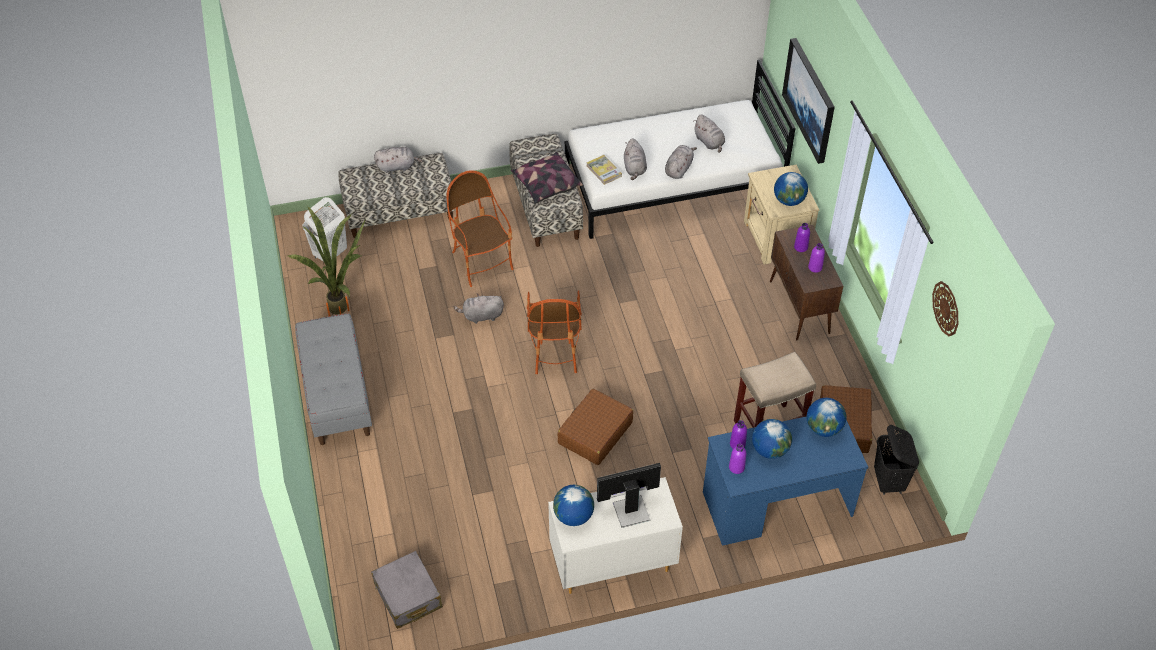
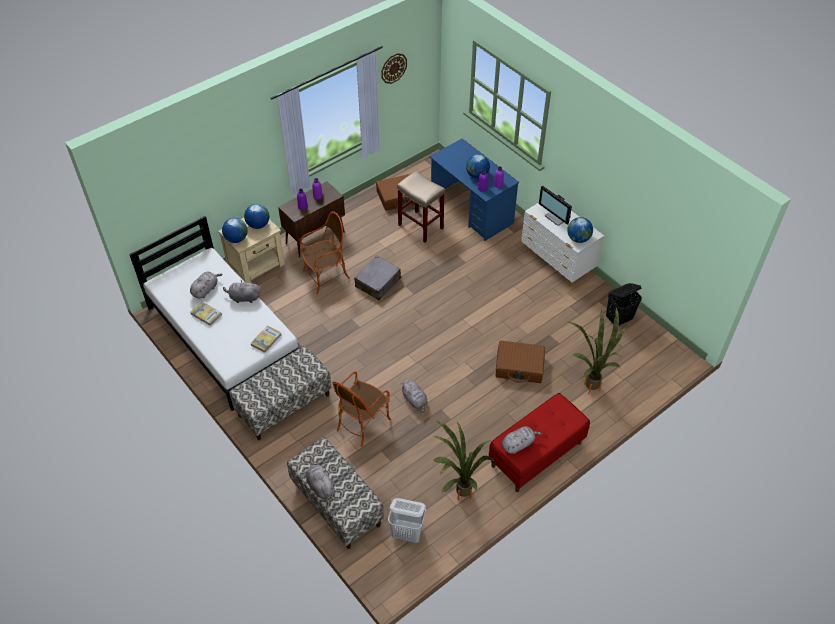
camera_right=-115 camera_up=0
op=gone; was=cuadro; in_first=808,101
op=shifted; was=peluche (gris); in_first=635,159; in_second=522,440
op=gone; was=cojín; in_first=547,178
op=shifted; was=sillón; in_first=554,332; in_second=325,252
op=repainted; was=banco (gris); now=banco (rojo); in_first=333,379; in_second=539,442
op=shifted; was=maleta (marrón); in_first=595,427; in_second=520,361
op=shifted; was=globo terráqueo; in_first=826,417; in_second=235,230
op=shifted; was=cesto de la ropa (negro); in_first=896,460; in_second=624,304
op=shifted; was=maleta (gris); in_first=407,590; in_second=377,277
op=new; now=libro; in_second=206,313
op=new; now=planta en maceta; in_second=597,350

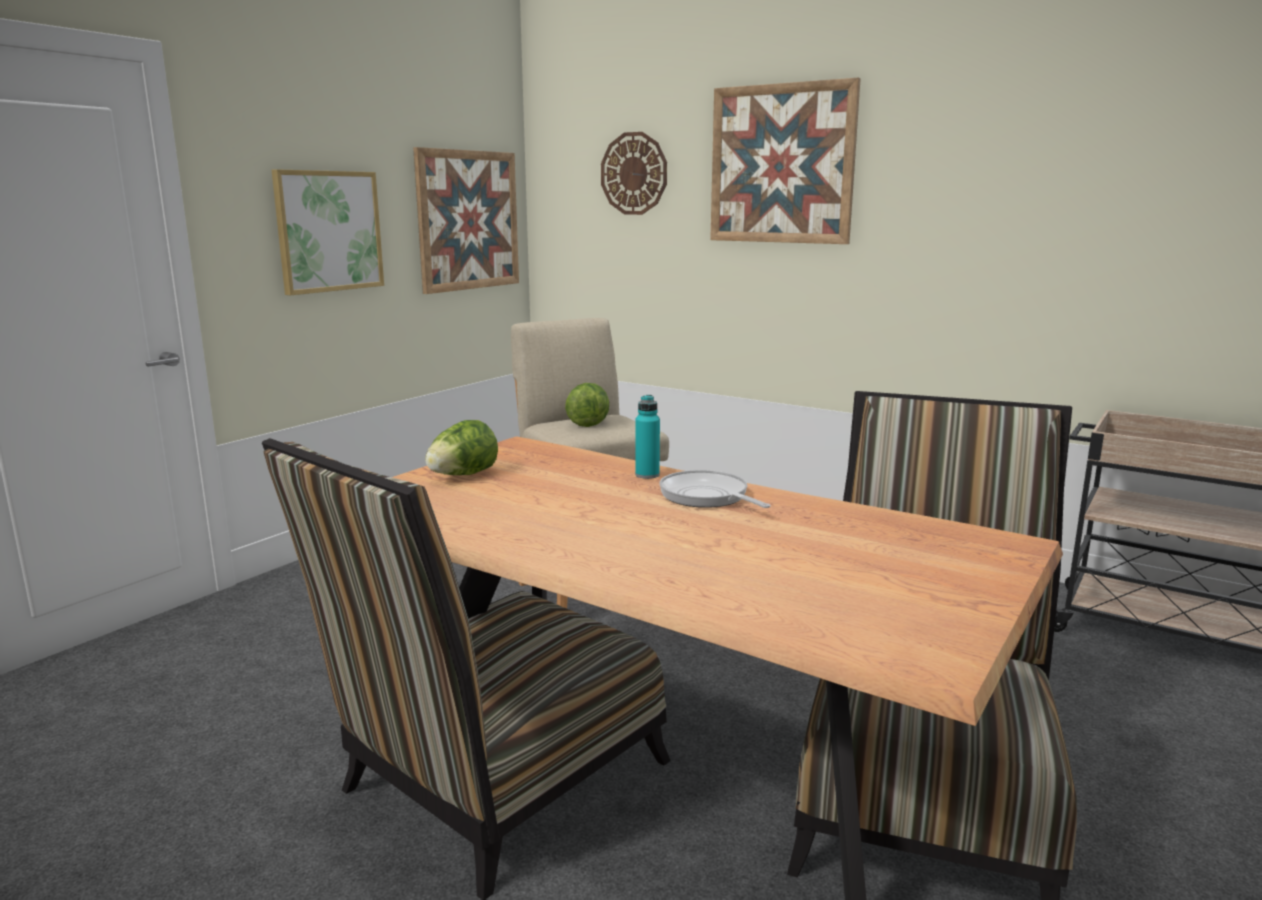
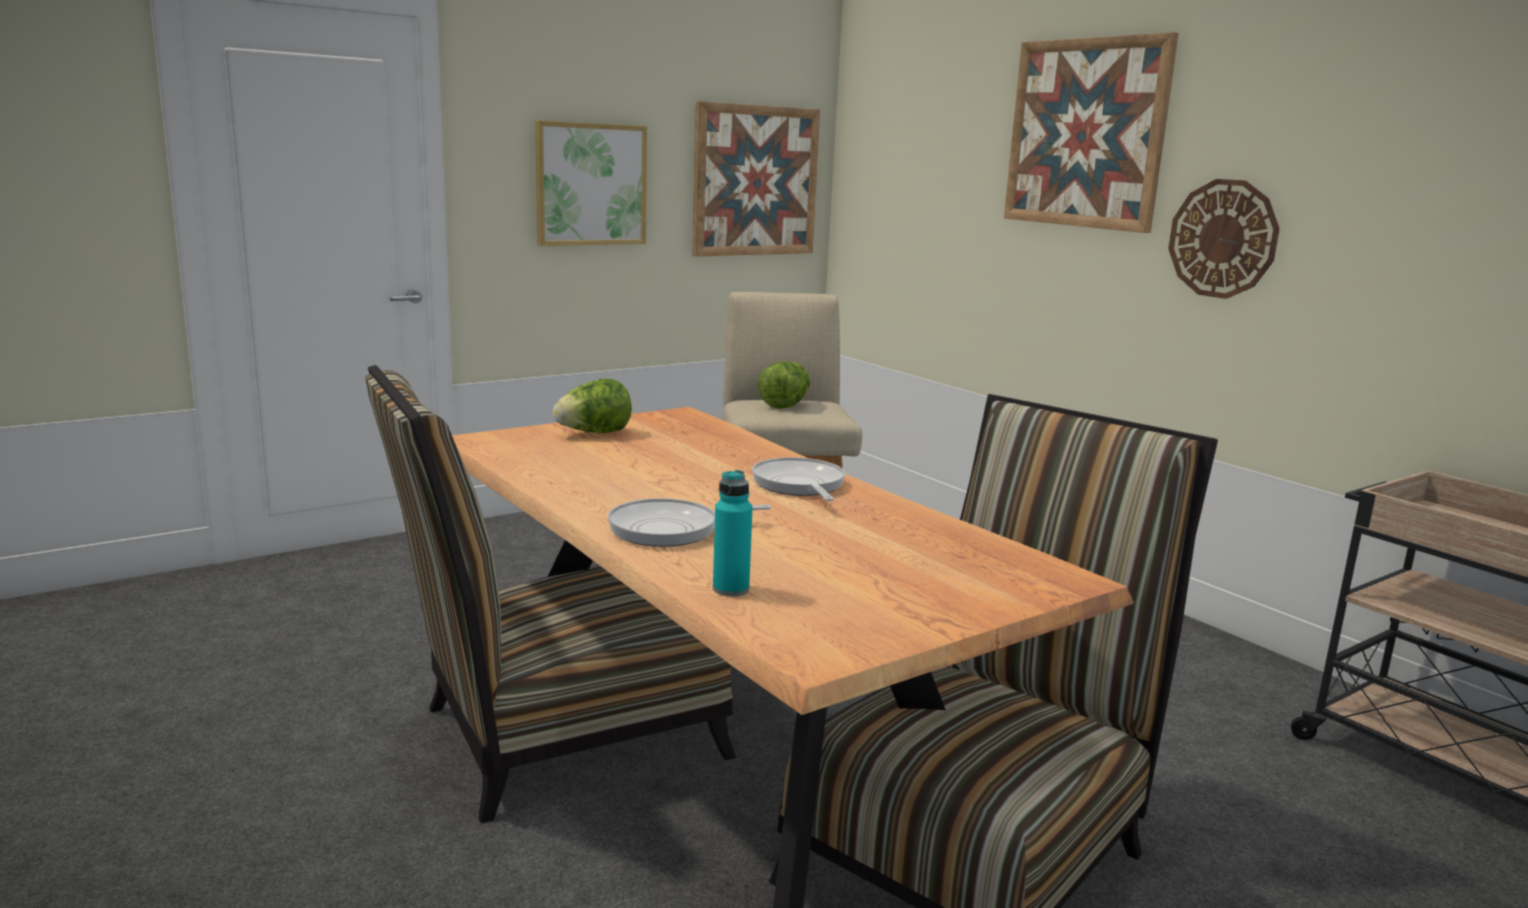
camera_right=20 camera_up=0
op=shifted; was=reloj de pared; in_first=634,173; in_second=1224,239
op=shifted; was=botella (turquesa); in_first=647,437; in_second=733,533
op=new; now=sartén; in_second=689,522

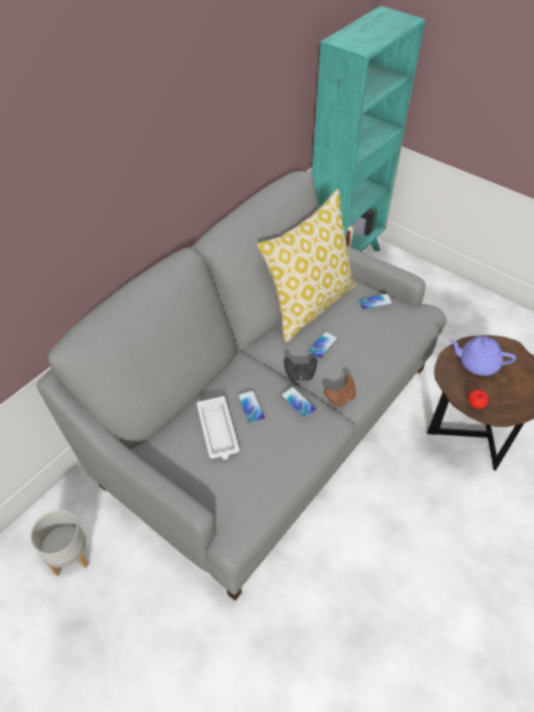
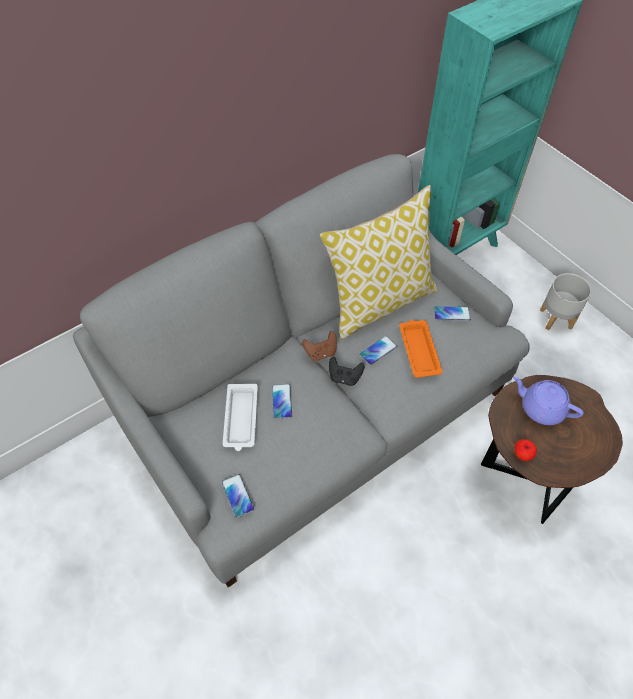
camera_right=15 camera_up=5
op=shifted; was=mando de consola (marrón); in_first=340,391; in_second=319,346
op=shifted; was=móvil; in_first=298,402; in_second=238,496
op=shifted; was=maceta (gris); in_first=59,543; in_second=565,301
op=new; now=bandeja (naranja); in_second=421,349

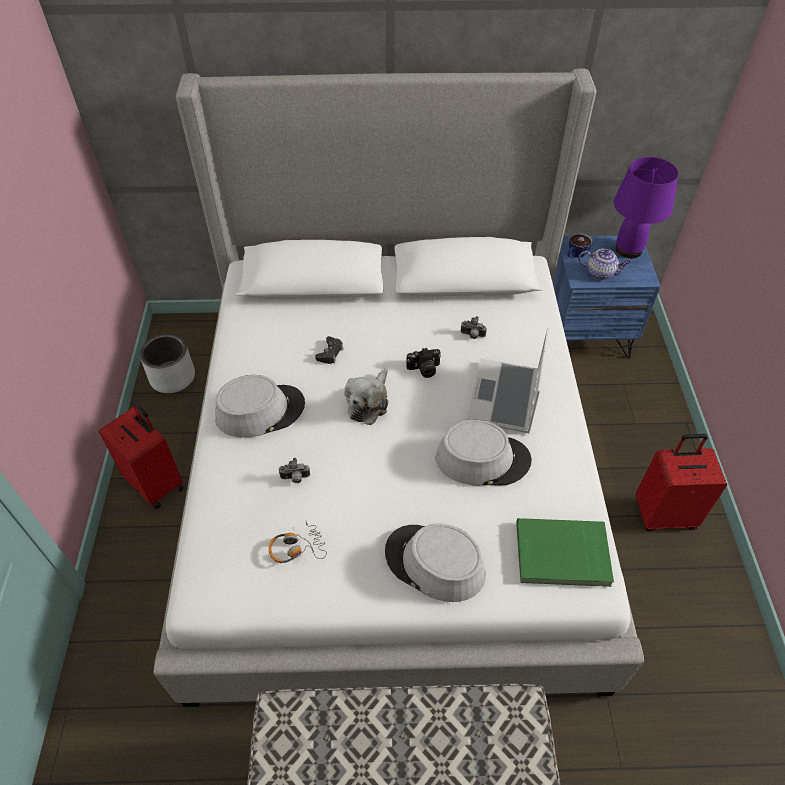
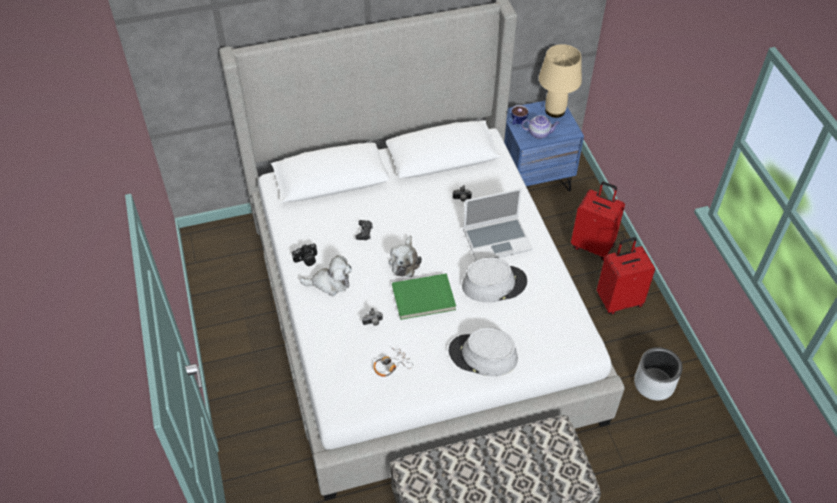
camera_right=-15 camera_up=0
op=repainted; was=lámpara de mesa (morado); now=lámpara de mesa (beis); in_first=646,207; in_second=560,81
op=rotated; was=portátil; in_first=508,380; in_second=498,224; clockwise=-105
op=shifted; was=maceta (gris); in_first=167,363; in_second=658,373
op=shifted; was=cámara; in_first=423,363; in_second=304,254
op=swapped; was=sombrero (gris); now=peluche; in_first=260,406; in_second=326,275
op=shifted; was=maleta (rojo); in_first=141,455; in_second=598,221
op=shifted; was=libro (verde); in_first=565,552; in_second=424,297

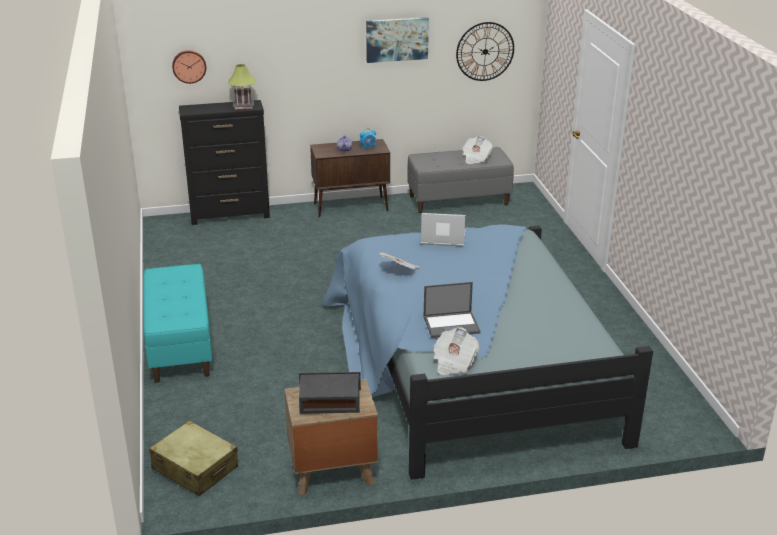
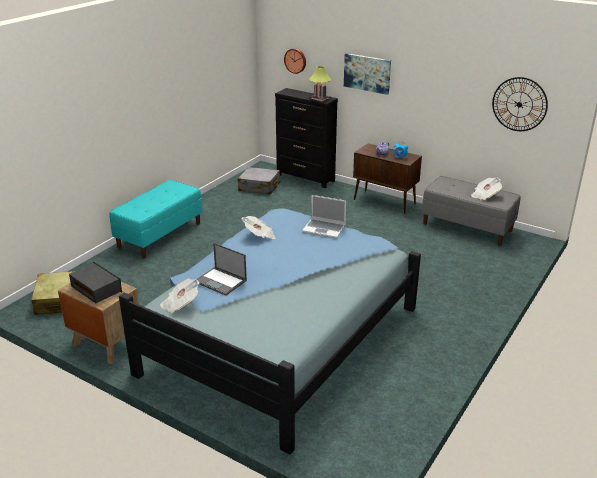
camera_right=45 camera_up=0
op=shifted; was=cuadro; in_first=397,40; in_second=367,74
op=rotated; was=portátil; in_first=443,229; in_second=324,216; clockwise=150
op=new; now=maleta (gris); in_second=259,180

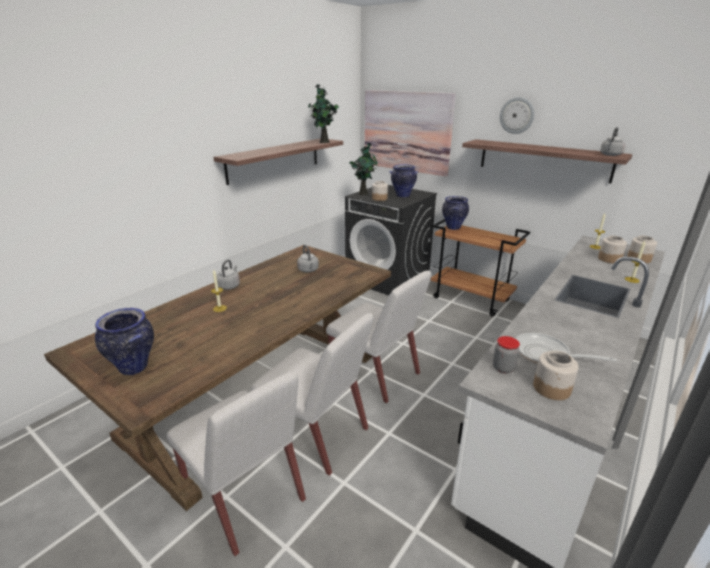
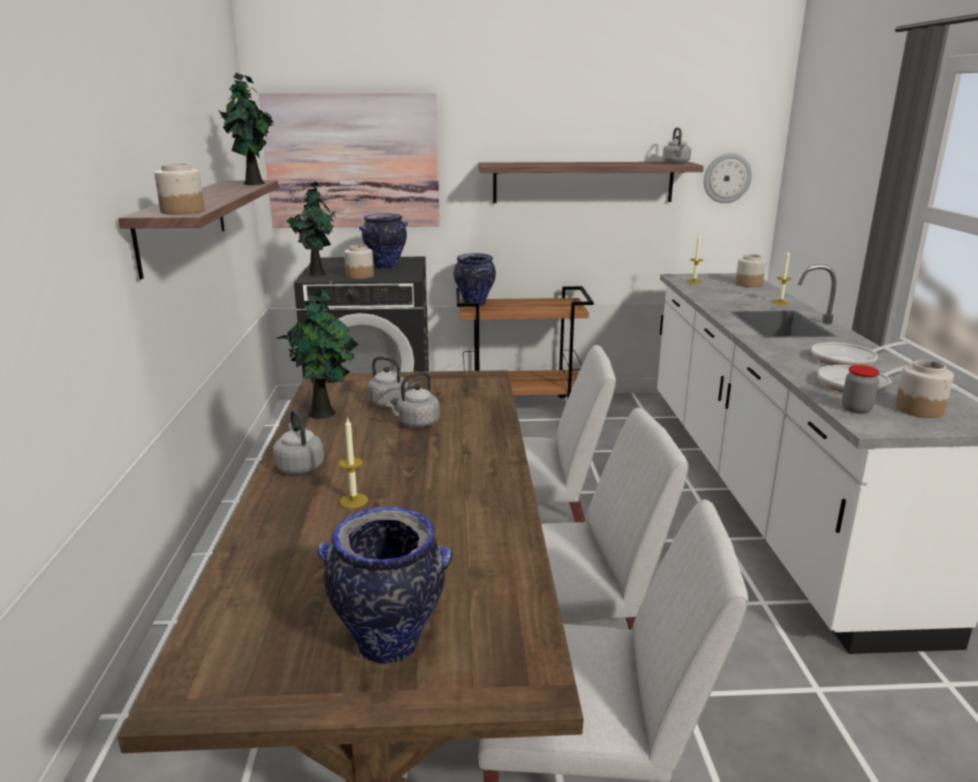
camera_right=-40 camera_up=-5
op=shifted; was=reloj de pared; in_first=517,115; in_second=728,178
op=shifted; was=tarro; in_first=612,249; in_second=179,189
op=new; now=planta en maceta; in_second=317,354
op=new; now=sartén; in_second=861,353
op=new; now=hervidor (gris); in_second=412,400

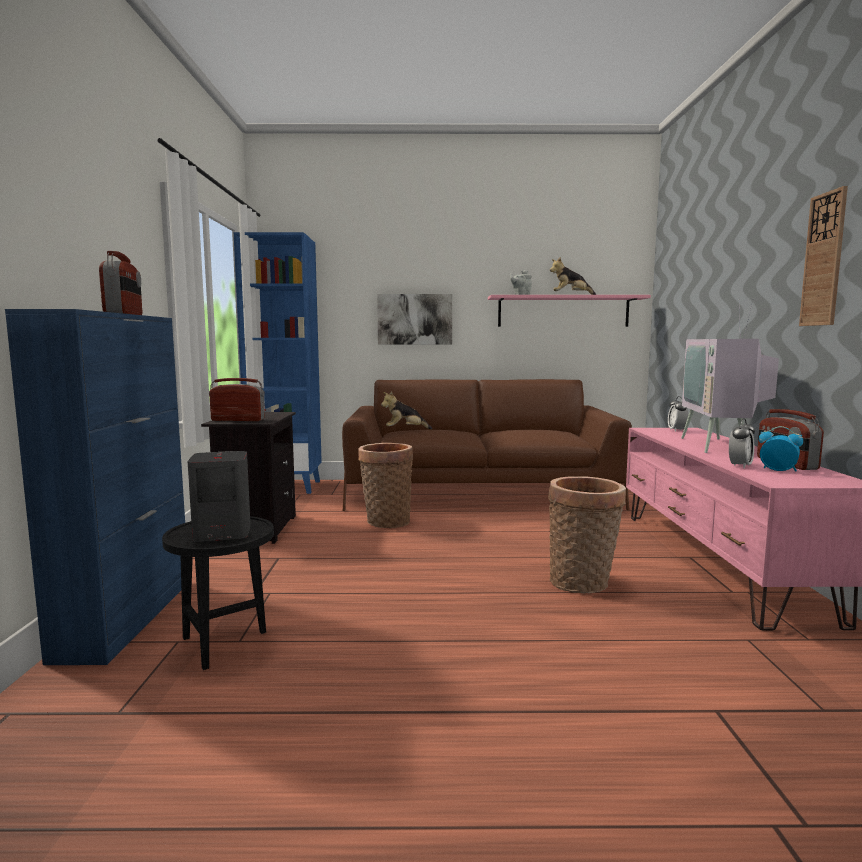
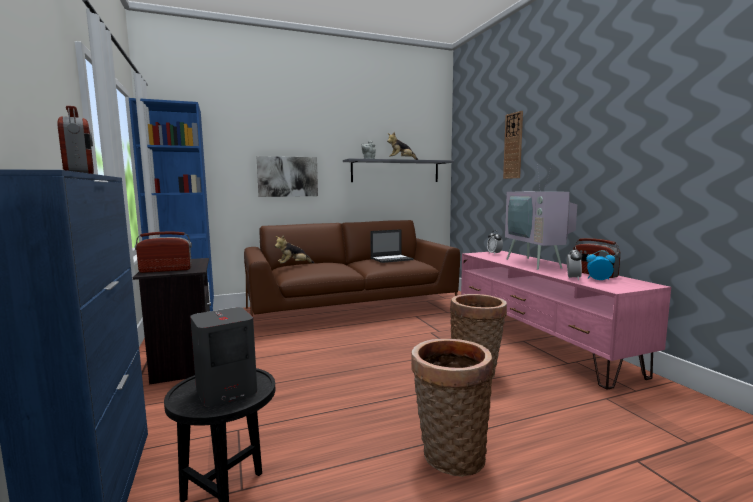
camera_right=-20 camera_up=0
op=shifted; was=reloj de pared; in_first=823,256; in_second=513,145
op=repainted; was=estante (rosa); now=estante (gris); in_first=569,311; in_second=398,170
op=shifted; was=cesta; in_first=385,485; in_second=452,408
op=new; now=portátil; in_second=392,246

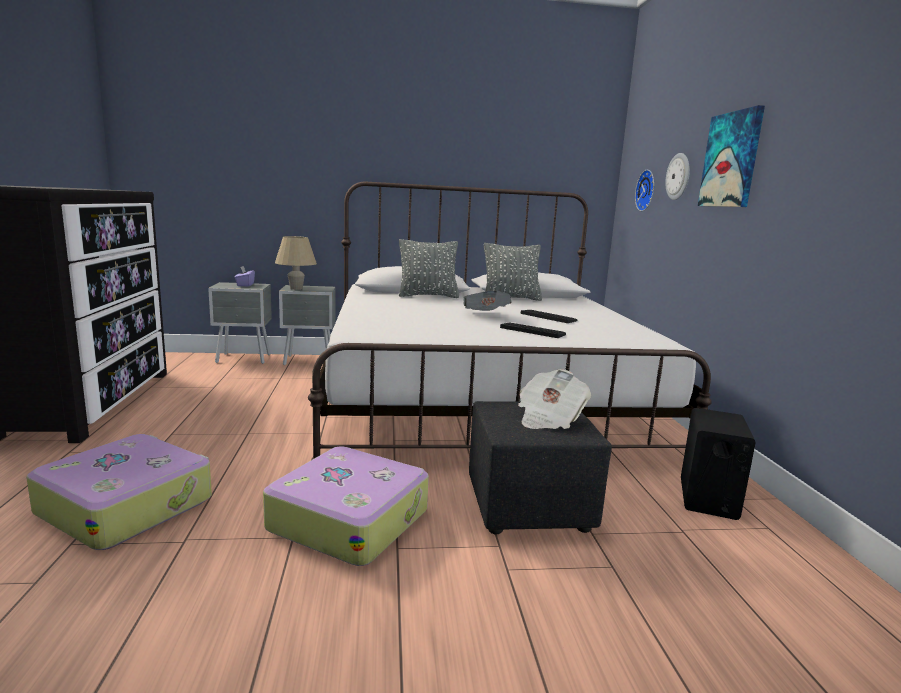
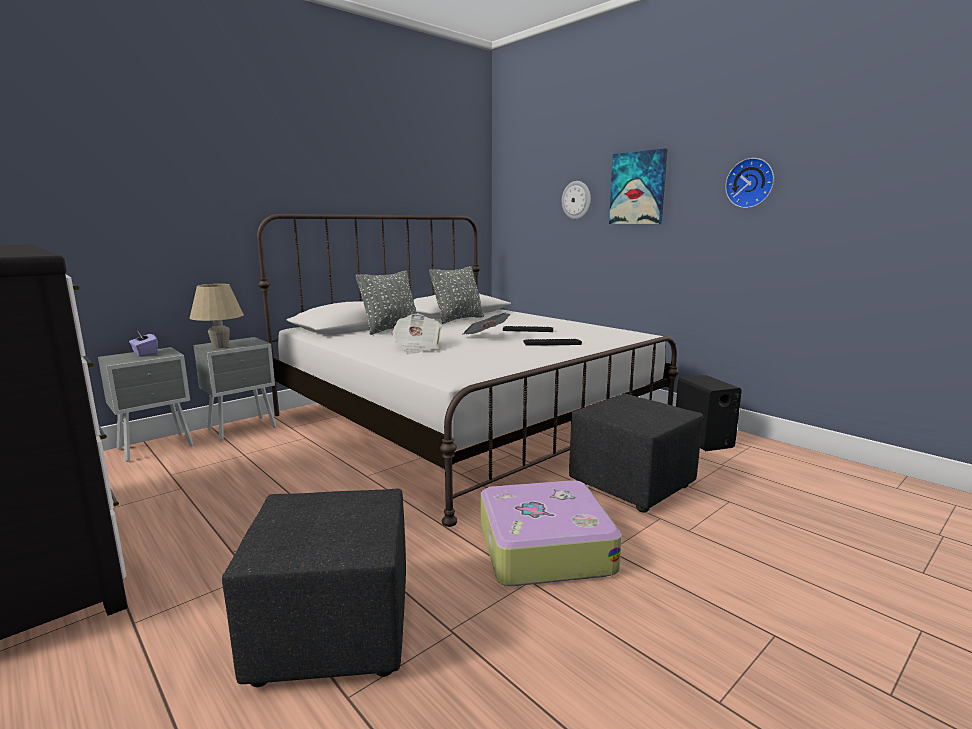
camera_right=-35 camera_up=0
op=shifted; was=reloj de pared; in_first=644,190; in_second=749,183
op=shifted; was=periódico; in_first=554,399; in_second=416,334
op=swapped; was=maleta; now=puf (negro); in_first=119,492; in_second=314,588

